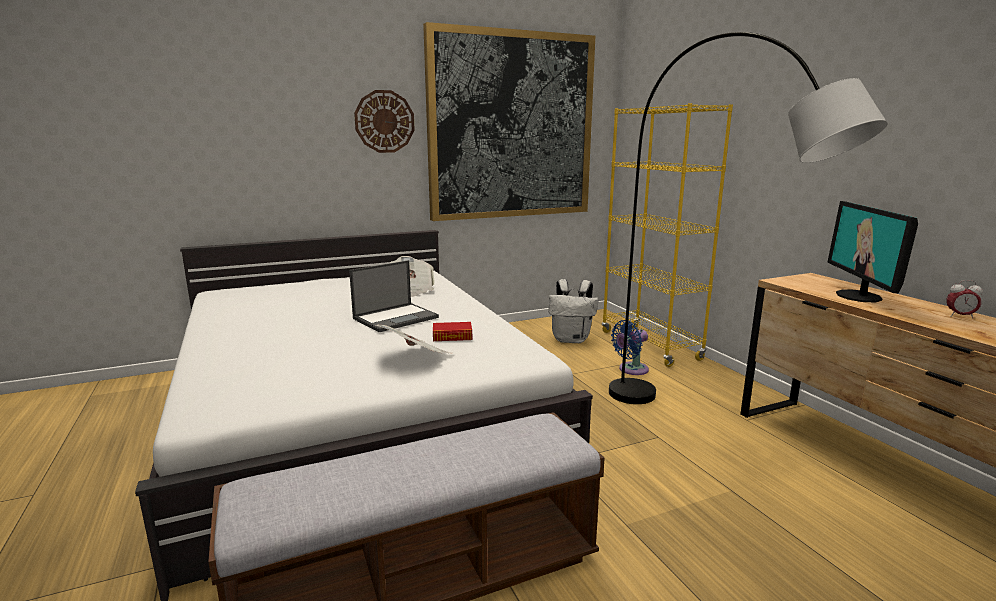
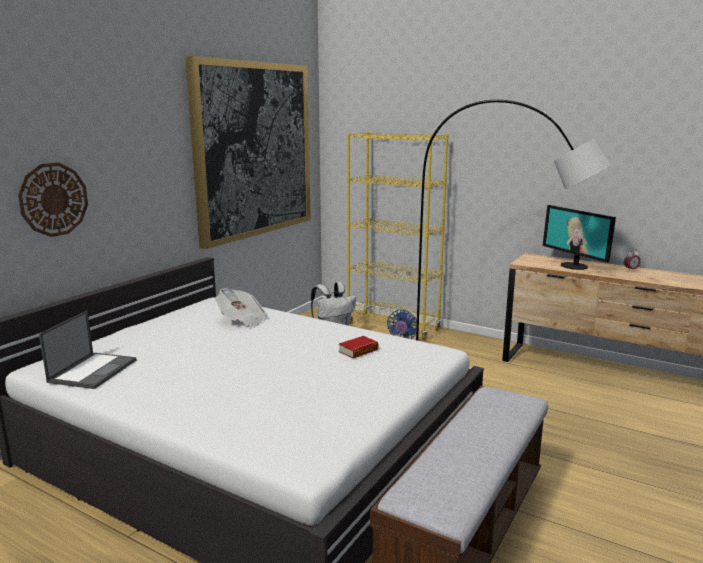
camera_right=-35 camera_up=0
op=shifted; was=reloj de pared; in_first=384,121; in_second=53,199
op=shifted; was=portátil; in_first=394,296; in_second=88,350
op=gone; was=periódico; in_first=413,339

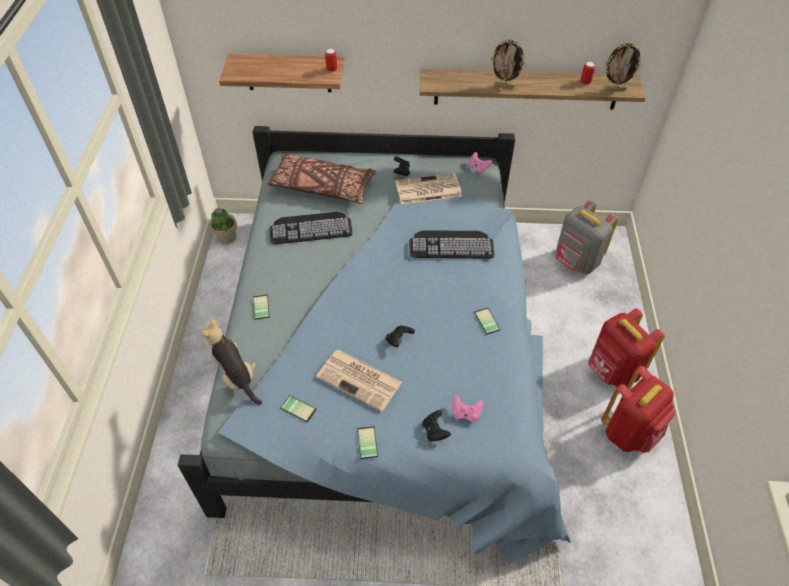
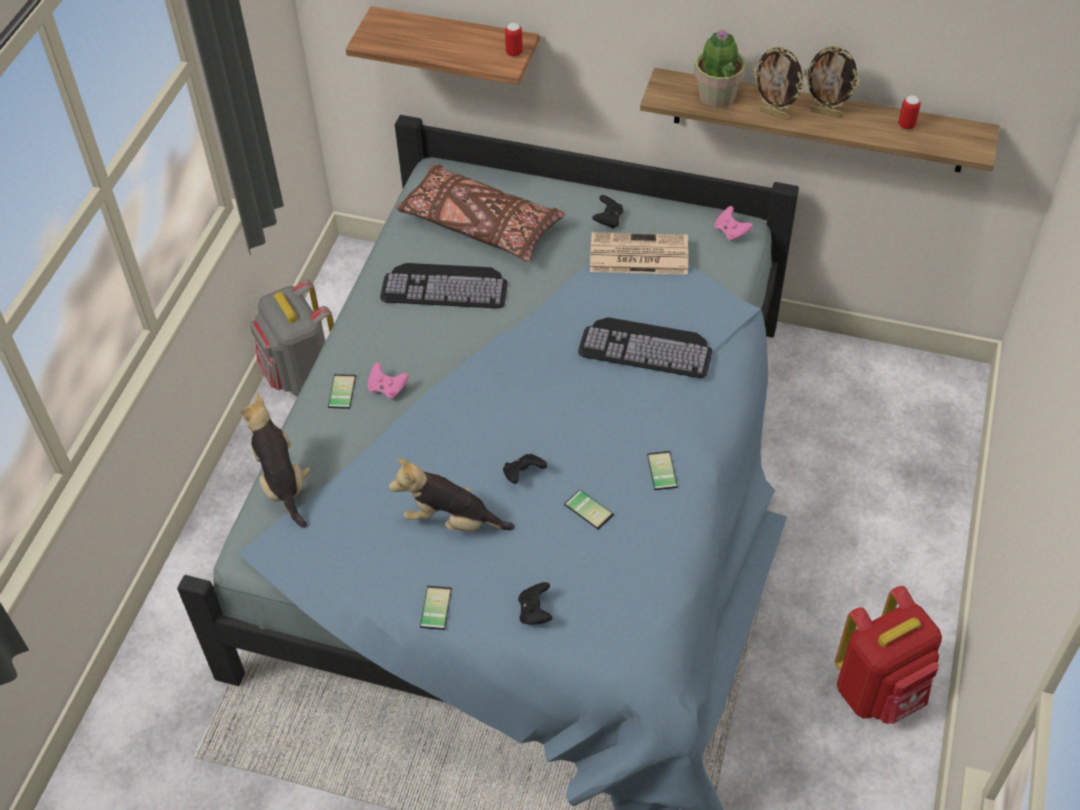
camera_right=15 camera_up=0
op=shifted; was=portarretratos; in_first=623,66; in_second=832,82
op=shifted; was=mochila (gris); in_first=586,237; in_second=292,338
op=shifted; was=planta en maceta; in_first=223,226; in_second=720,68
op=gone; was=mochila (rojo); in_first=626,347
op=swapped; was=periódico; now=peluche; in_first=359,381; in_second=452,495
op=shifted; was=móvil; in_first=298,409; in_second=589,509
op=shifted; was=mando de consola (rosa); in_first=467,409; in_second=388,380

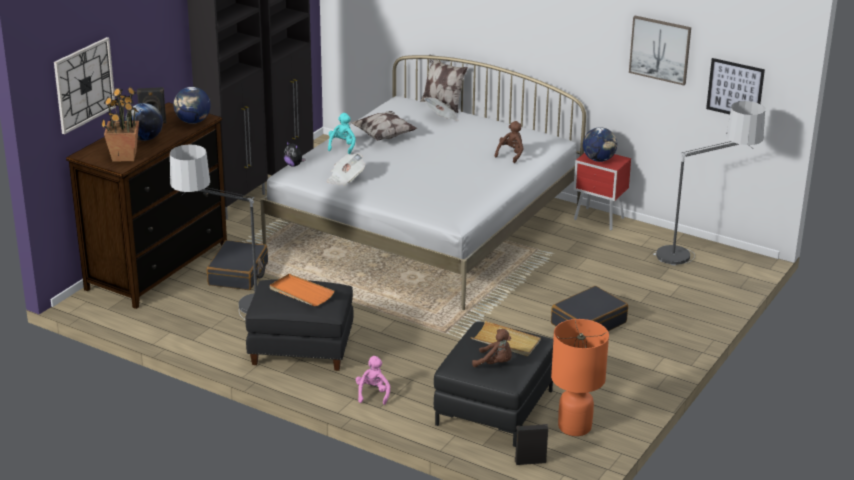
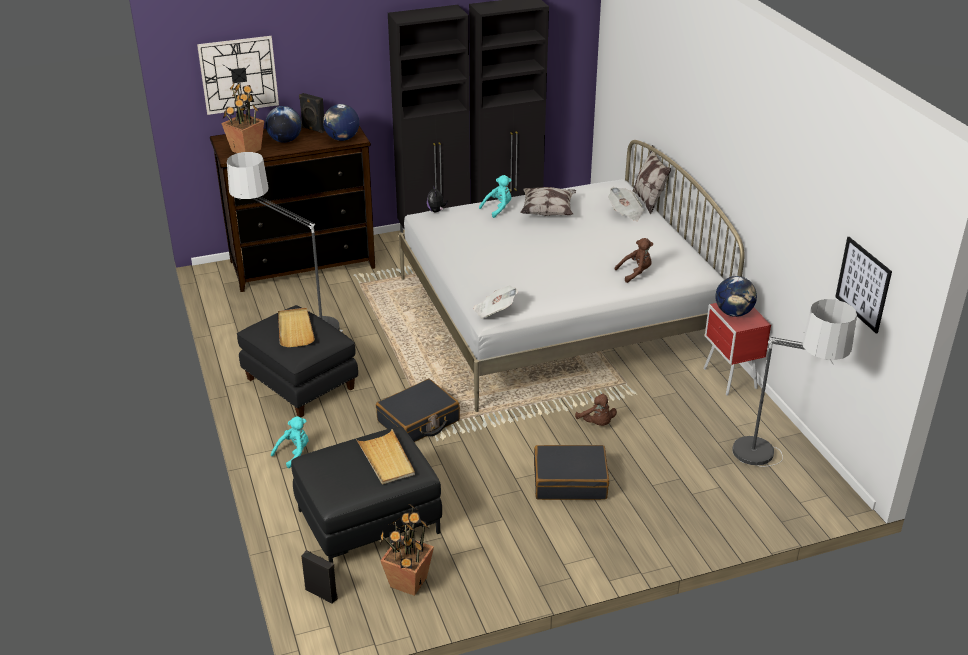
camera_right=40 camera_up=5
op=gone; was=cuadro; in_first=660,50
op=shifted; was=periódico; in_first=346,169; in_second=495,302
op=shifted; was=maleta (negro); in_first=237,265; in_second=418,410
op=repainted; was=bandeja (naranja); now=bandeja (beis); in_first=302,290; in_second=296,327
op=swapped; was=lámpara de mesa (naranja); now=planta en maceta; in_first=580,377; in_second=407,550
op=shifted; was=peluche (marrón); in_first=492,348; in_second=596,410
op=repainted; was=peluche (rosa); now=peluche (turquesa); in_first=373,380; in_second=290,442

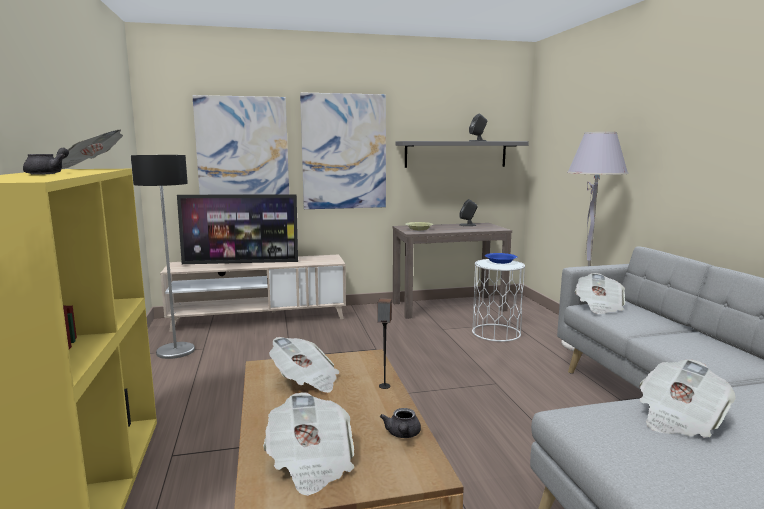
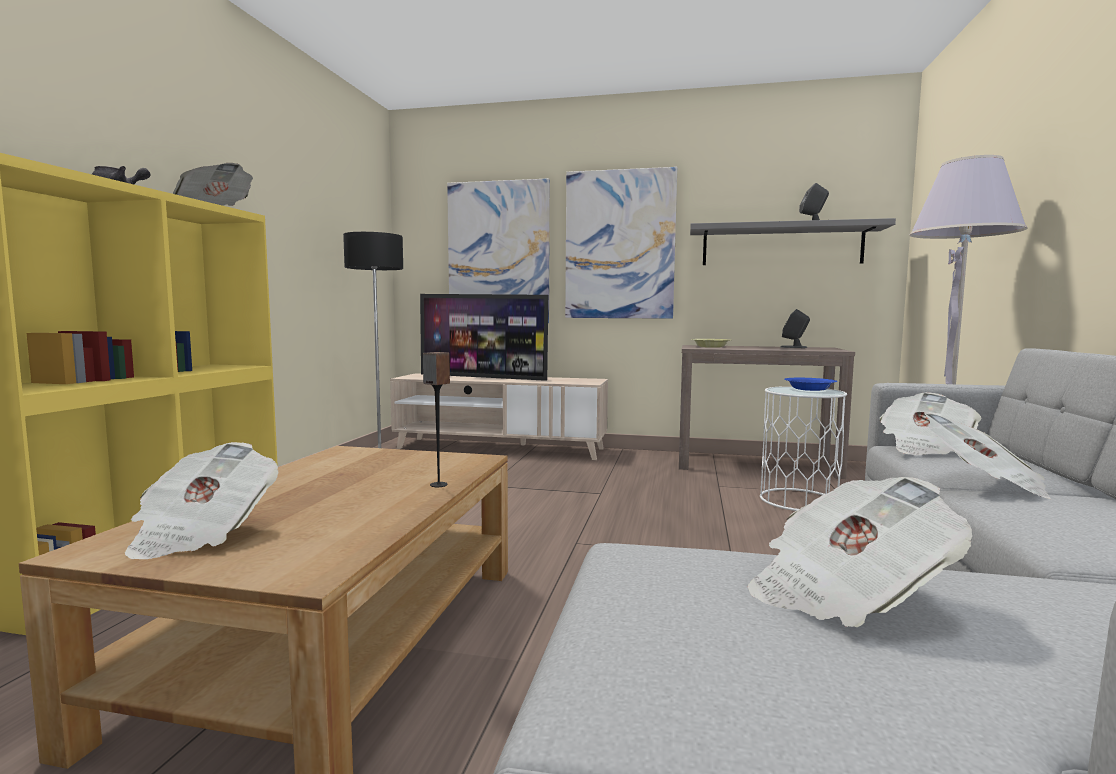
camera_right=25 camera_up=-5
op=shifted; was=periódico; in_first=304,365; in_second=987,455
op=gone; was=tetera (gris); in_first=400,423

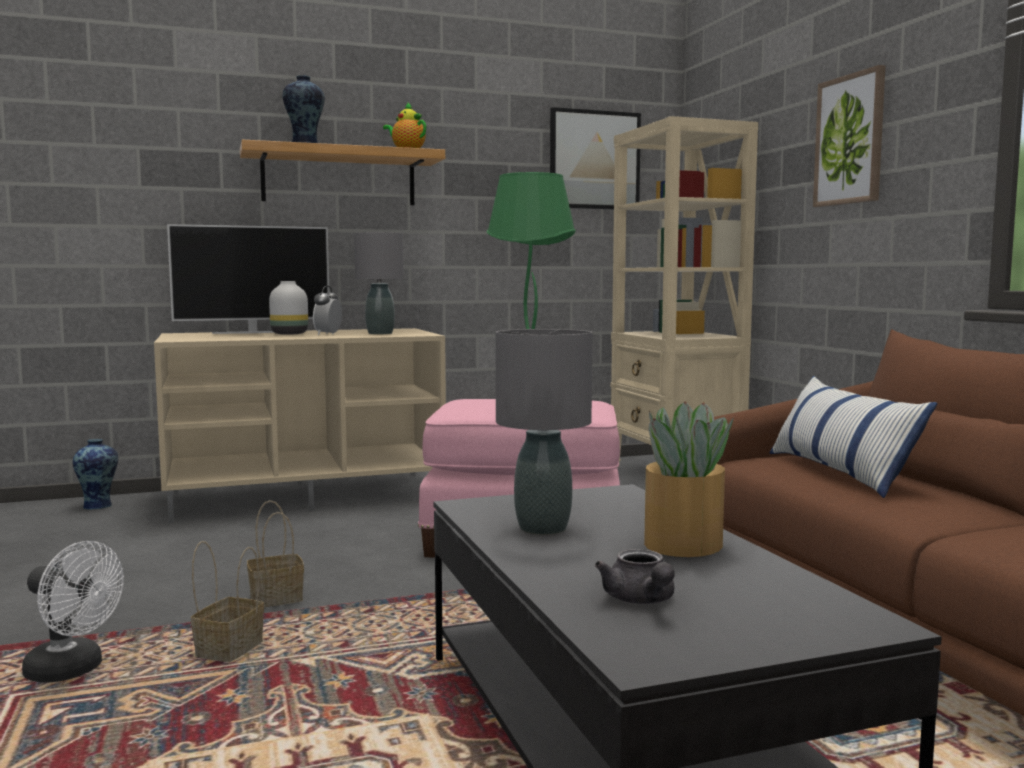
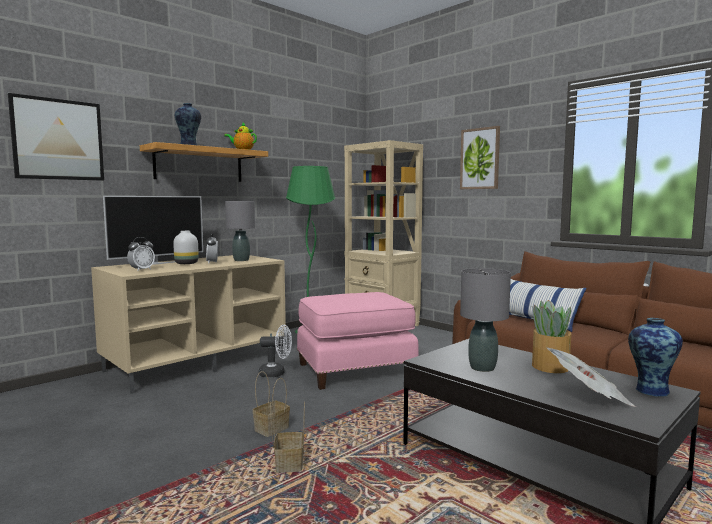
camera_right=-25 camera_up=0
op=shifted; was=cuadro; in_first=595,158; in_second=56,137
op=shifted; was=florero; in_first=95,474; in_second=655,357
op=shifted; was=ventilador (blanco); in_first=73,611; in_second=275,351
op=swapped; was=tetera (gris); now=periódico; in_first=635,576; in_second=591,377
op=new; now=despertador; in_second=141,254

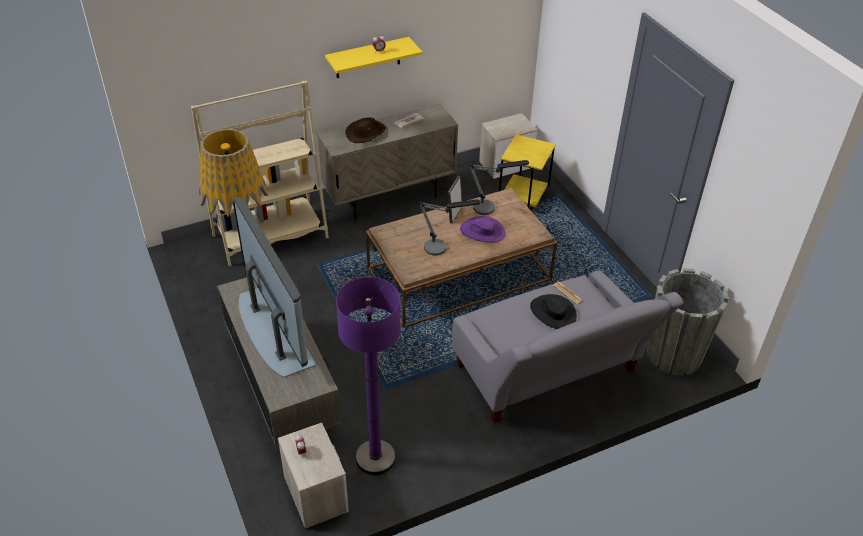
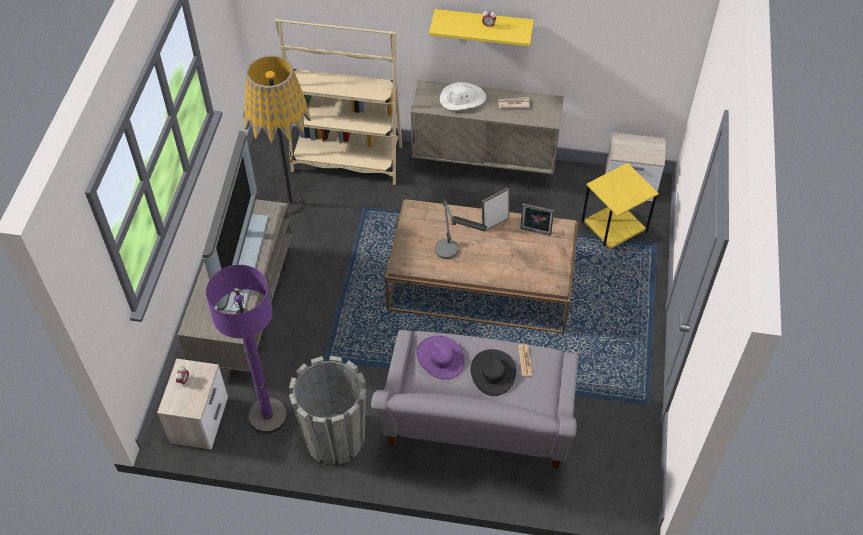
camera_right=35 camera_up=10
op=repainted; was=sombrero (marrón); now=sombrero (blanco); in_first=366,130; in_second=463,96
op=swapped; was=lámpara de mesa; now=portarretratos; in_first=498,187; in_second=537,219
op=shifted; was=sombrero (morado); in_first=482,229; in_second=440,358
op=shifted; was=maceta (gris); in_first=688,322; in_second=327,410

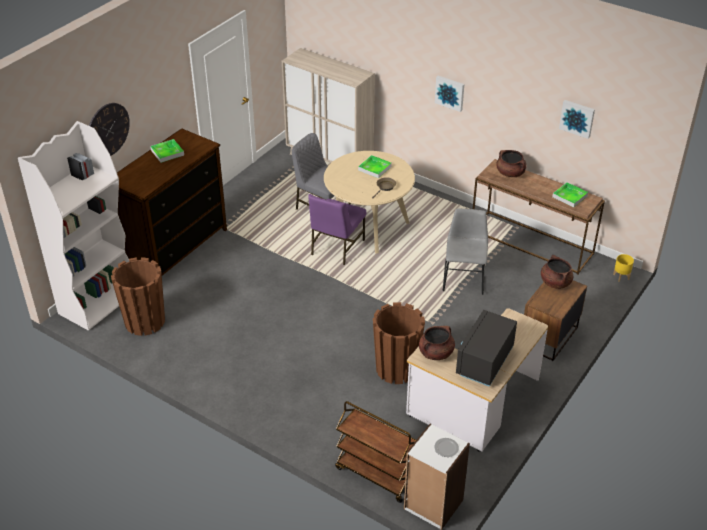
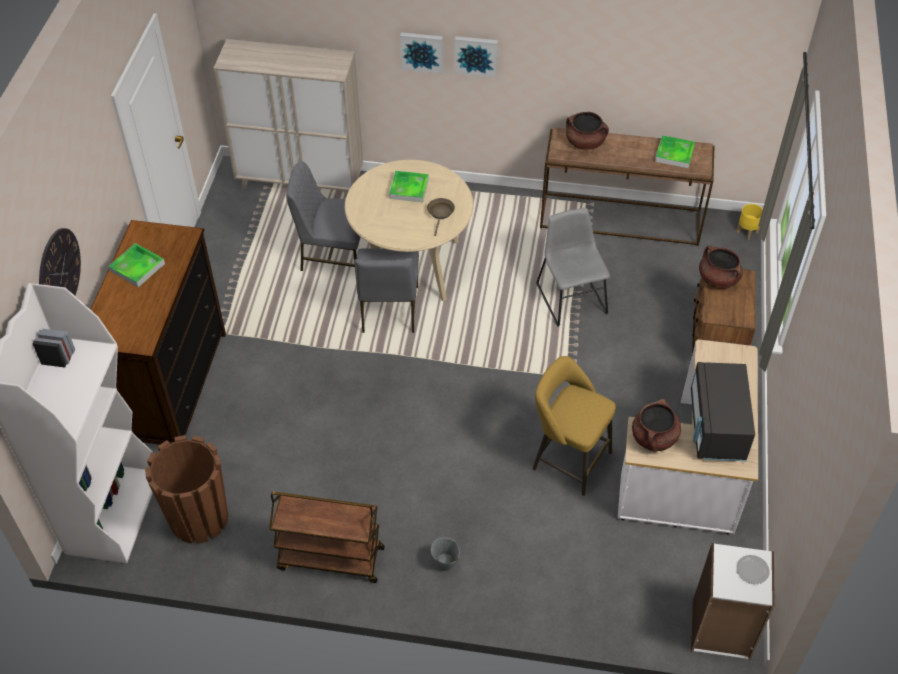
camera_right=-25 camera_up=10
op=shifted; was=cuadro; in_first=577,119; in_second=421,53
op=repainted; was=silla (morado); now=silla (gris); in_first=337,229; in_second=387,290
op=swapped; was=maceta (marrón); now=taburete (amarillo); in_first=399,343; in_second=574,426
op=shifted; was=carrito (marrón); in_first=375,452; in_second=327,537
op=new; now=cubo (gris); in_second=445,555

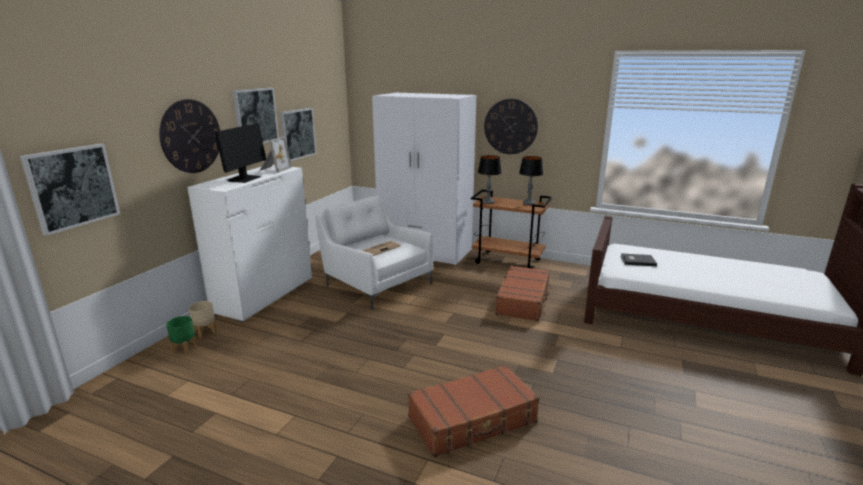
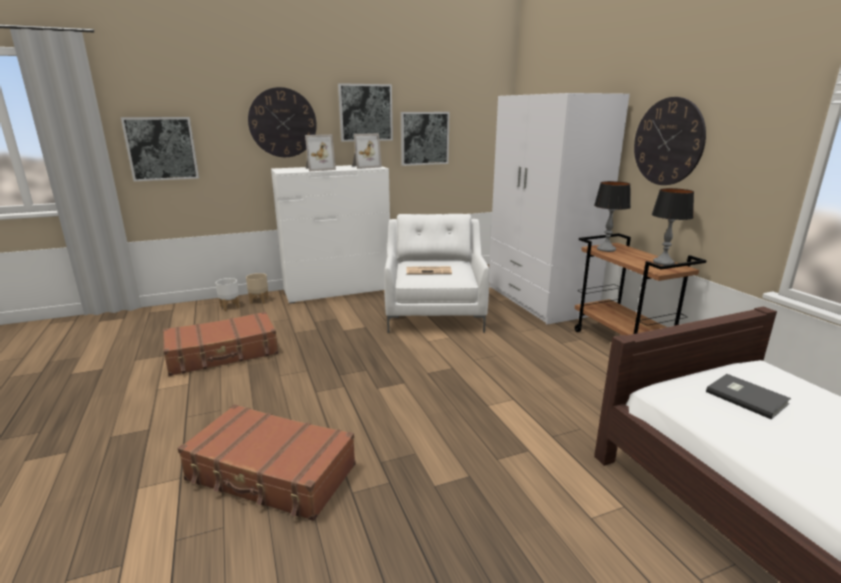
camera_right=45 camera_up=0
op=swapped; was=monitor; now=portarretratos; in_first=240,153; in_second=320,152
op=shifted; was=maleta (marrón); in_first=523,293; in_second=220,344
op=repainted; was=maceta (verde); now=maceta (blanco); in_first=181,335; in_second=228,294

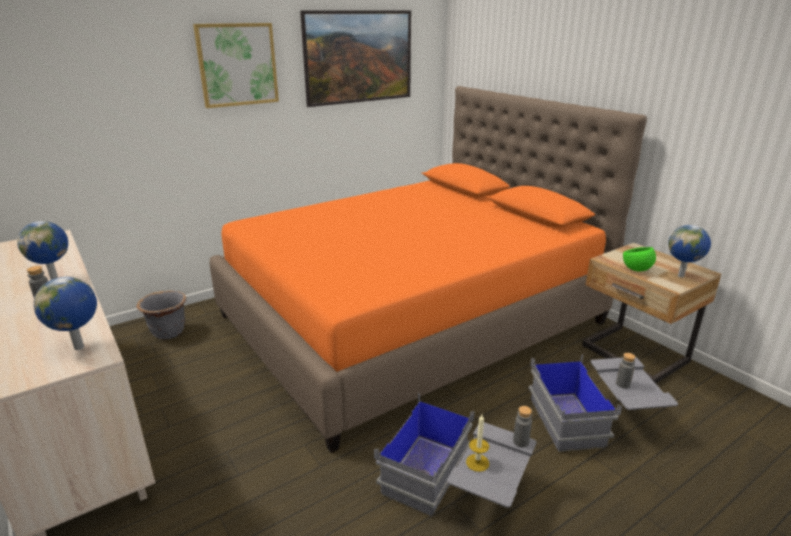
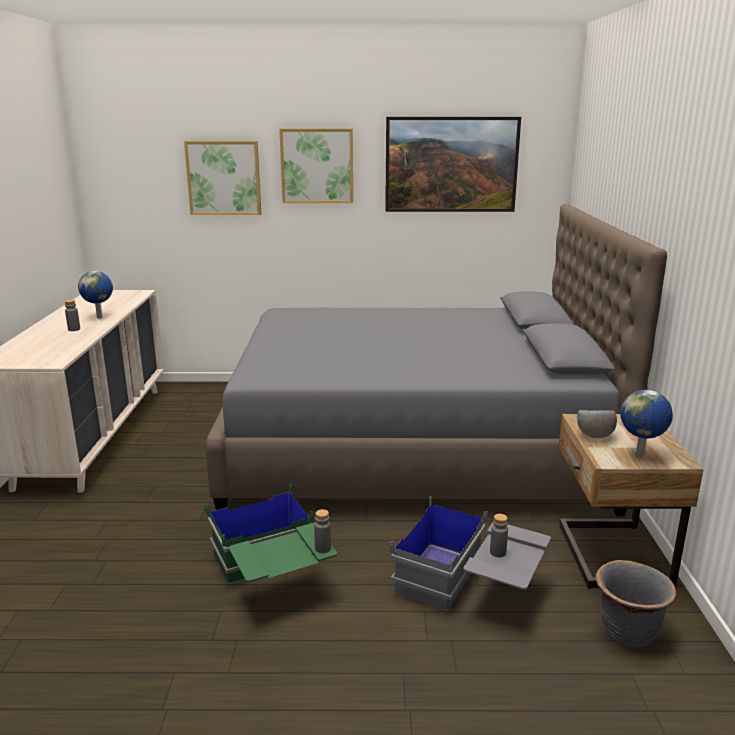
camera_right=35 camera_up=-5
op=repainted; was=cama (naranja); now=cama (gris); in_first=428,269; in_second=436,360
op=repainted; was=cuenco (verde); now=cuenco (gris); in_first=639,259; in_second=597,424
op=gone; was=globo terráqueo; in_first=65,313
op=shifted; was=maceta (gris); in_first=161,315; in_second=635,604
op=repainted; was=caja de almacenaje (gris); now=caja de almacenaje (verde); in_first=455,454; in_second=271,534
op=gone; was=vela; in_first=477,443
op=new; now=cuadro; in_second=222,178

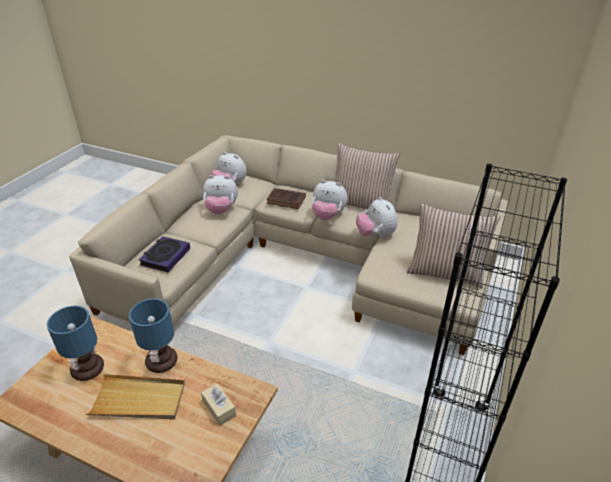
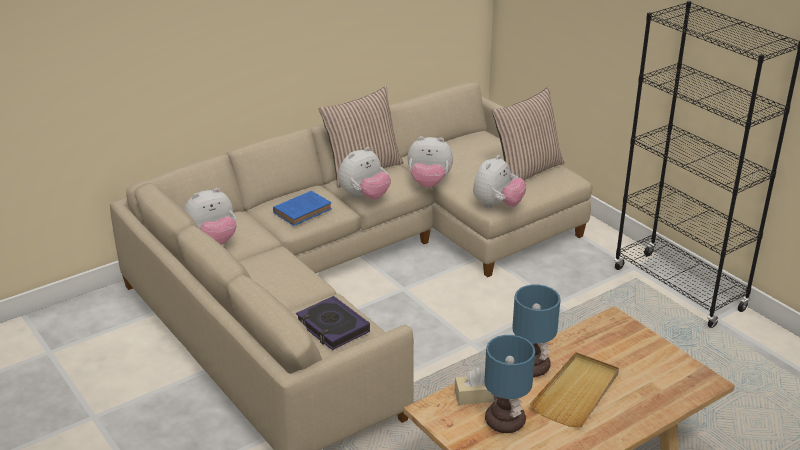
camera_right=-60 camera_up=-5
op=shifted; was=peluche; in_first=220,194; in_second=500,181
op=repainted; was=libro (marrón); now=libro (azul); in_first=286,198; in_second=302,208
op=shifted; was=caja de pañuelos (beis); in_first=218,404; in_second=474,386

